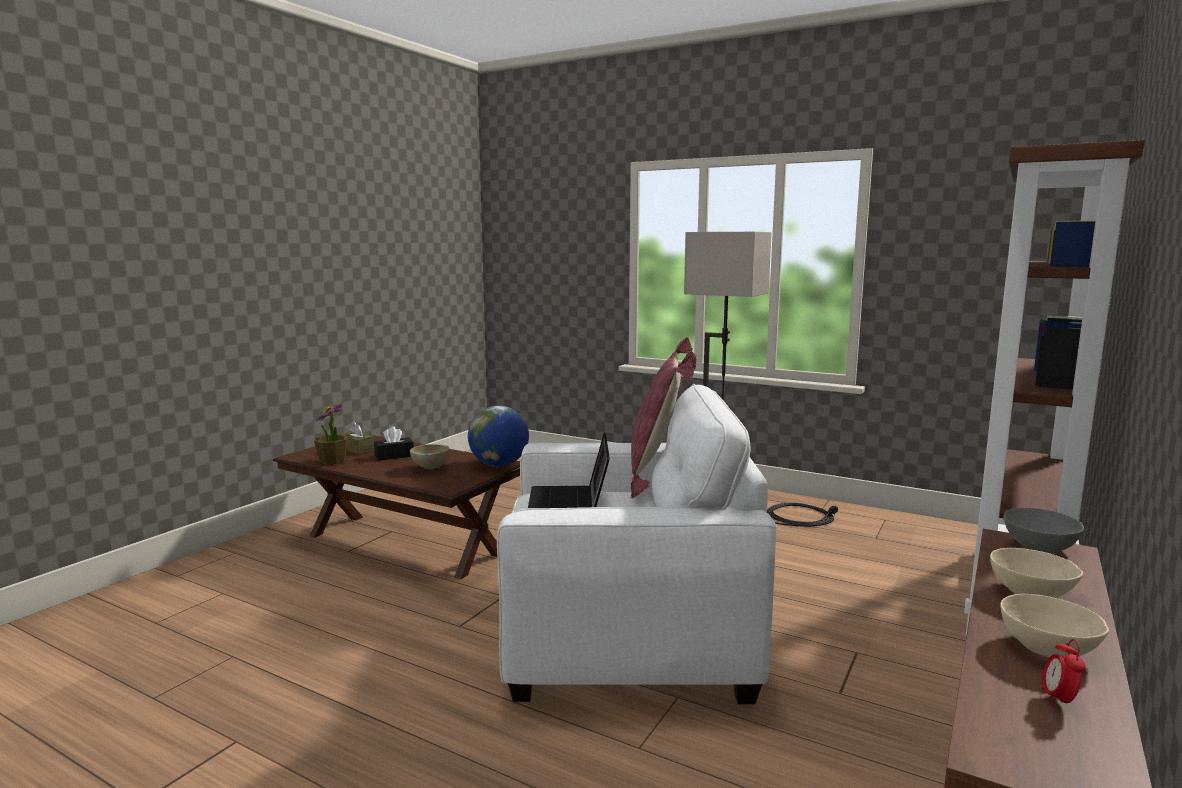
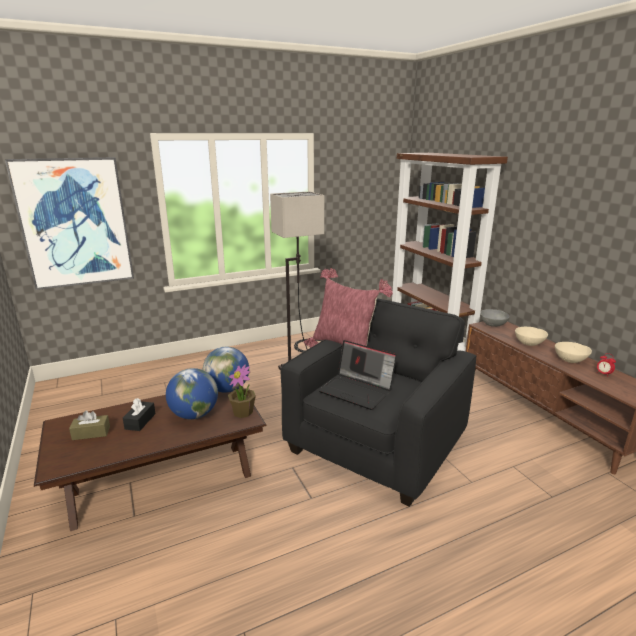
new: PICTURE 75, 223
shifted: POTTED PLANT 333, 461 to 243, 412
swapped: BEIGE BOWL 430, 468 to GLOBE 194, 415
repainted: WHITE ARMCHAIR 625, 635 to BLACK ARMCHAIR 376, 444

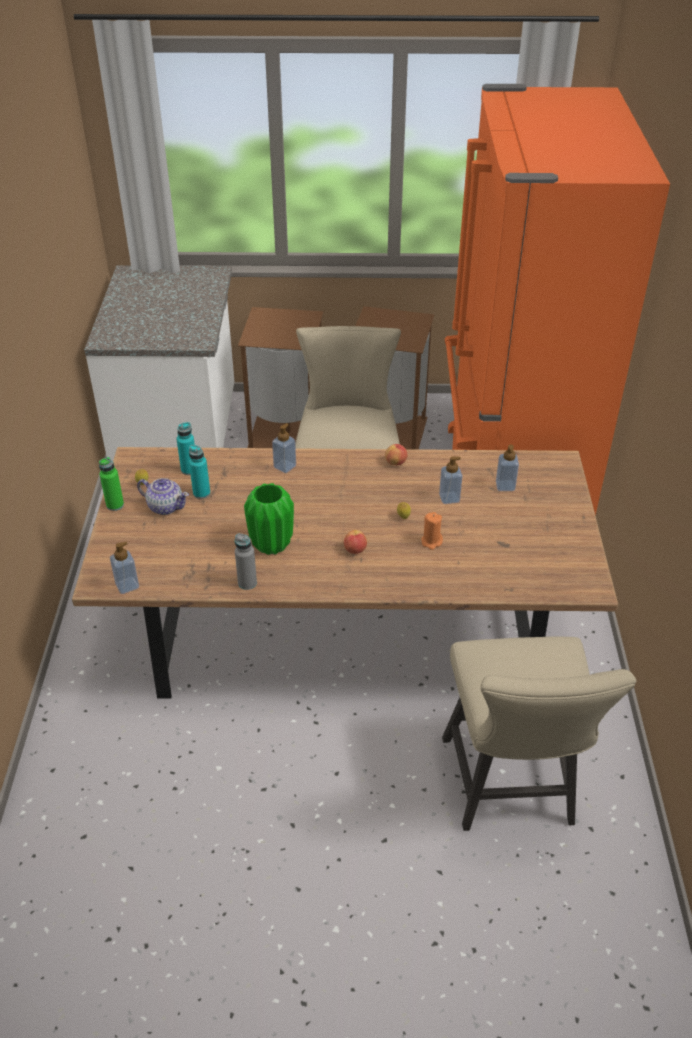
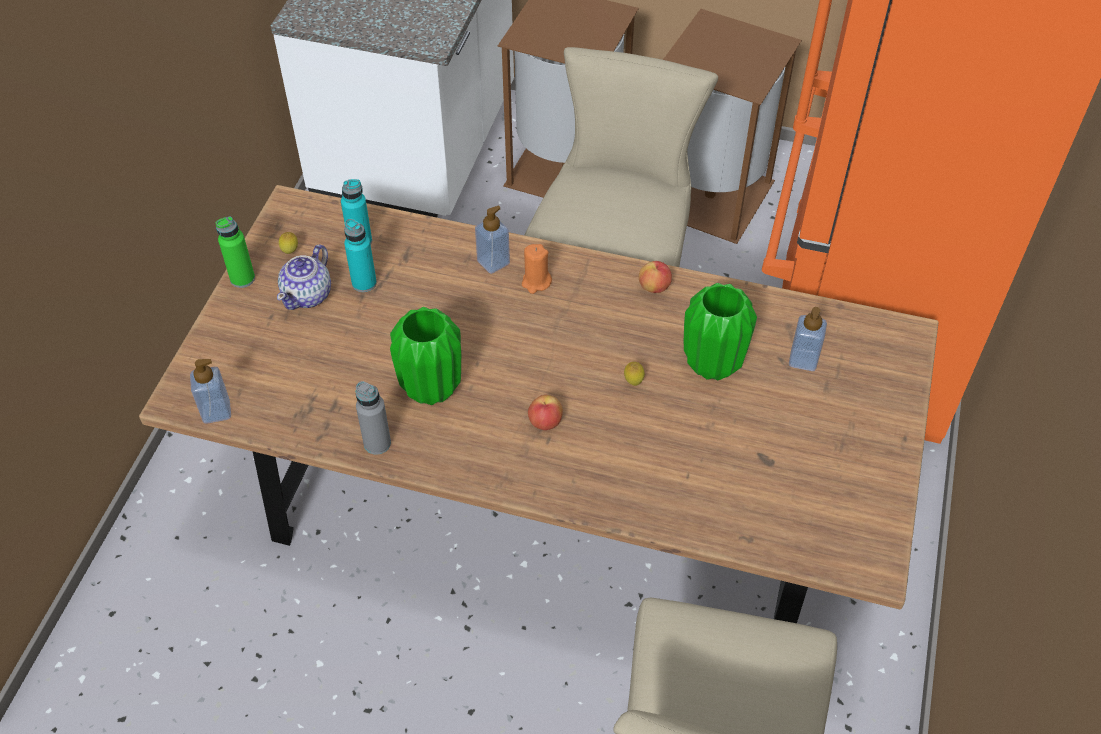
shifted: ORANGE CANDLE 431, 541 to 536, 282
swapped: SOAP DISPENSER 449, 498 to GREEN VASE 712, 363
rotated: TEAPOT 165, 506 = 308, 295 75 degrees clockwise

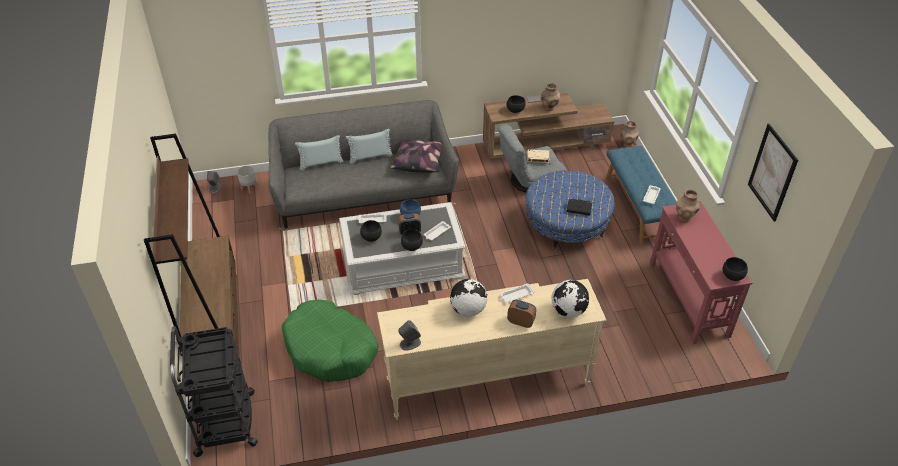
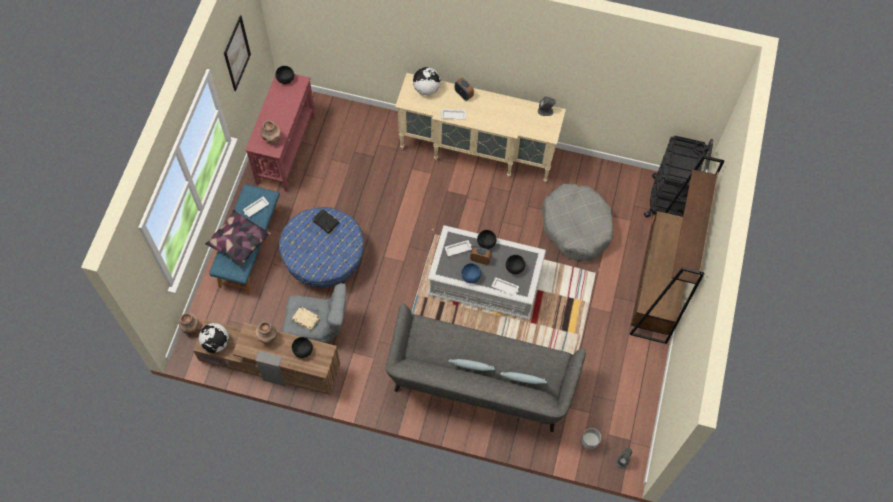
shifted: PILLOW 418, 162 to 239, 243; GLOBE 468, 309 to 216, 343
repainted: GREEN DOG BED 330, 349 to GREY DOG BED 576, 226

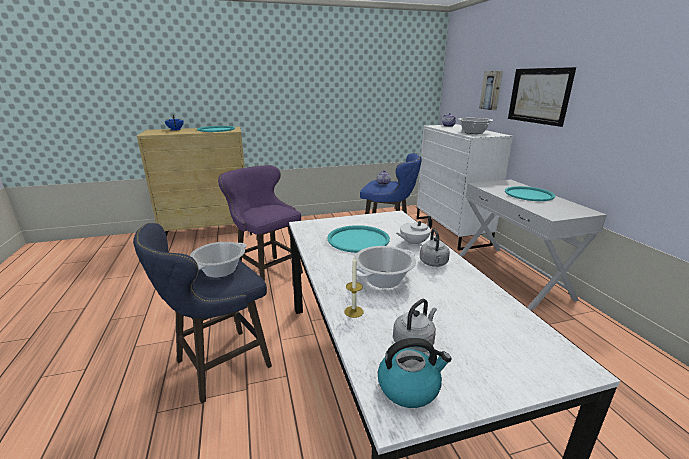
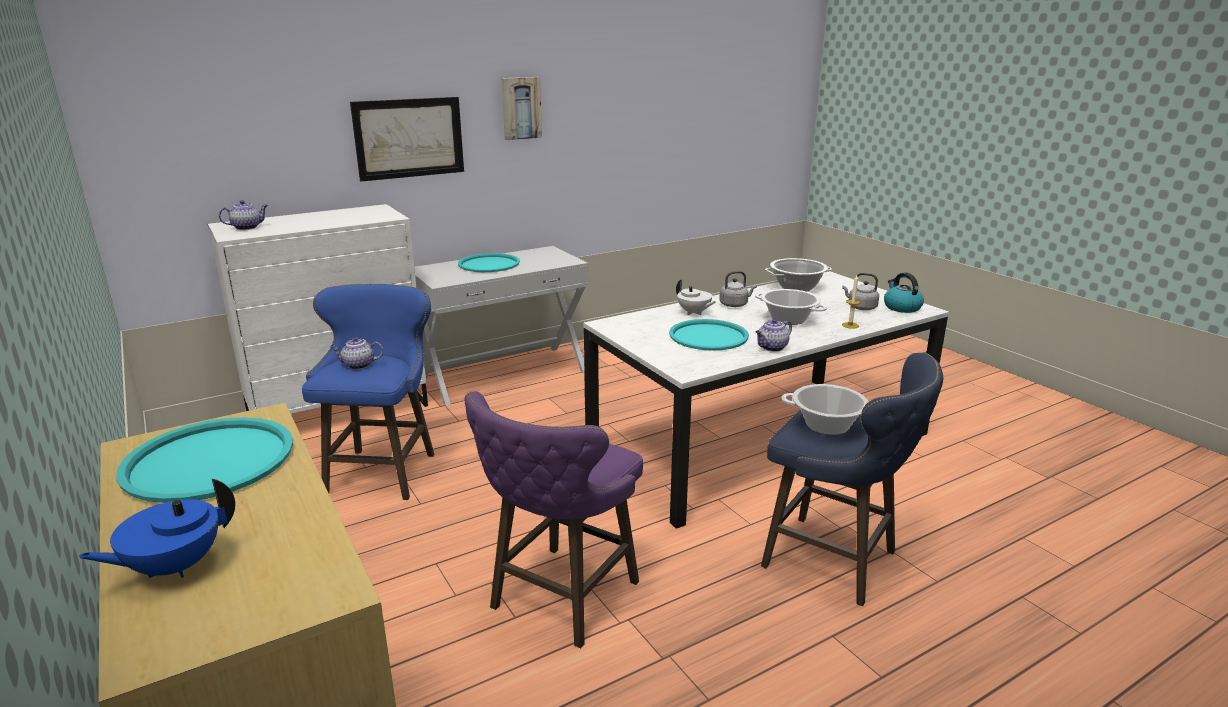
new: TEAPOT 772, 348
shifted: COOKING POT 473, 132 to 796, 287; PICTURE 491, 90 to 521, 108

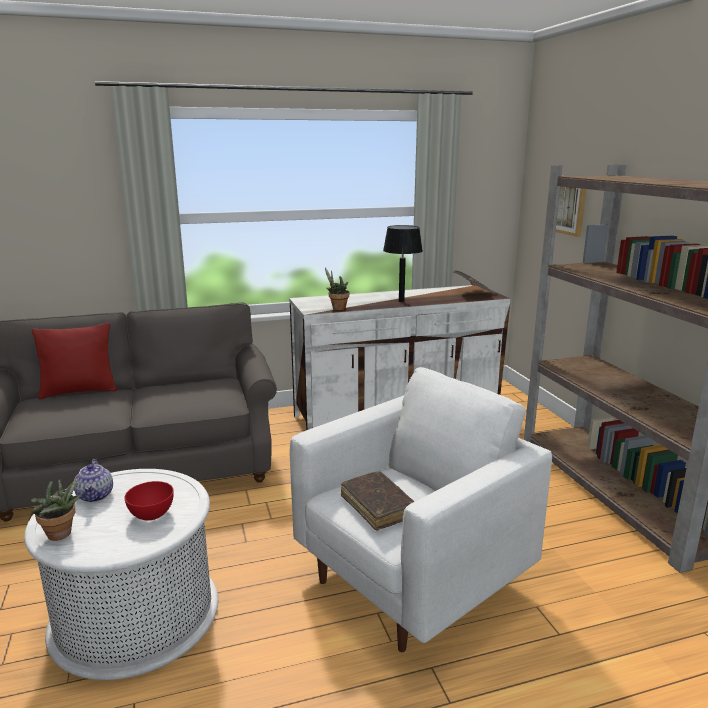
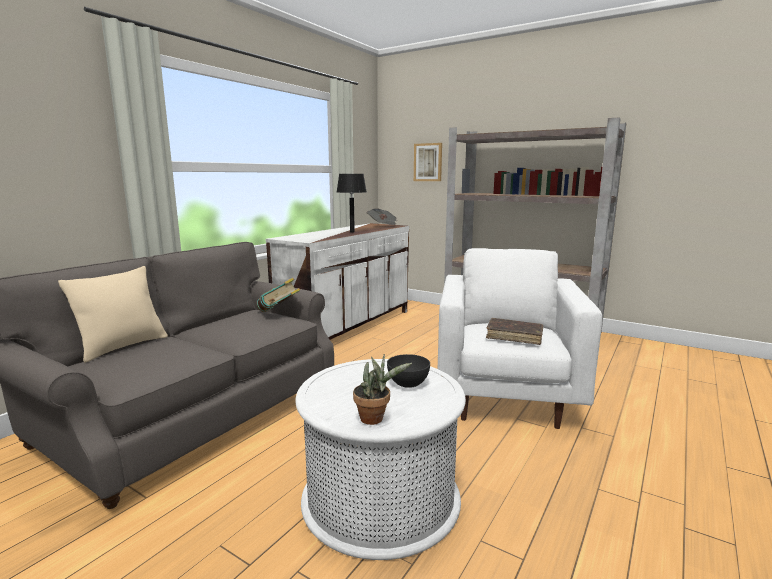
gone: TEAPOT 96, 496; POTTED PLANT 337, 308
new: BOOK 279, 313
repainted: RED PILLOW 79, 391 to BEIGE PILLOW 123, 347; RED BOWL 152, 515 to GREY BOWL 408, 384

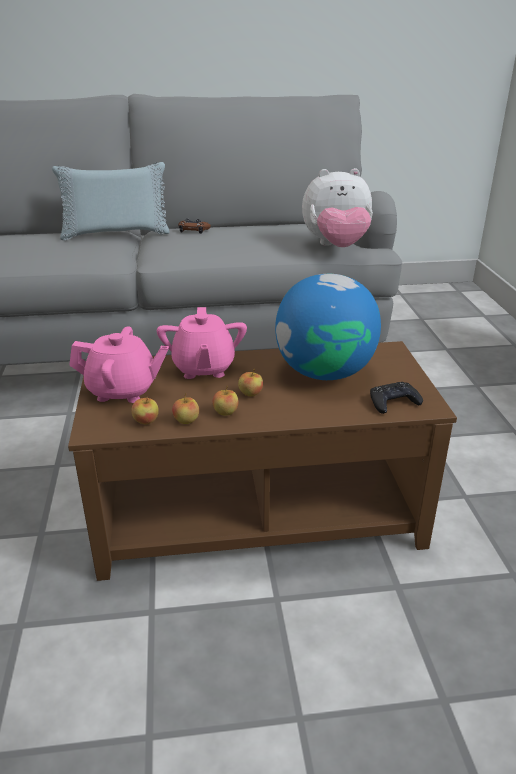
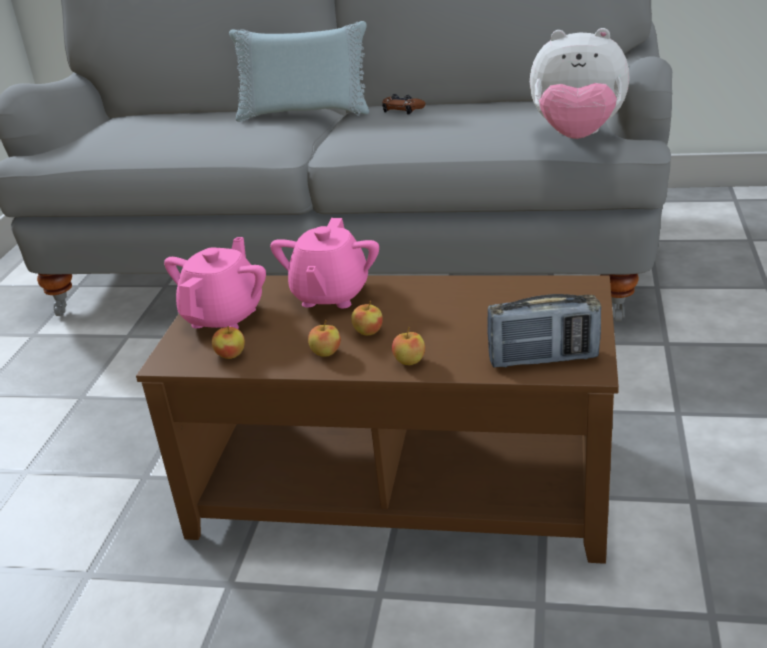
gone: GLOBE 325, 372
shifted: APPLE 186, 421 to 409, 361
swapped: BLACK GAME CONTROLLER 393, 402 to RADIO 543, 359
rotated: PINK TEAPOT 123, 391 = 224, 316 90 degrees counterclockwise

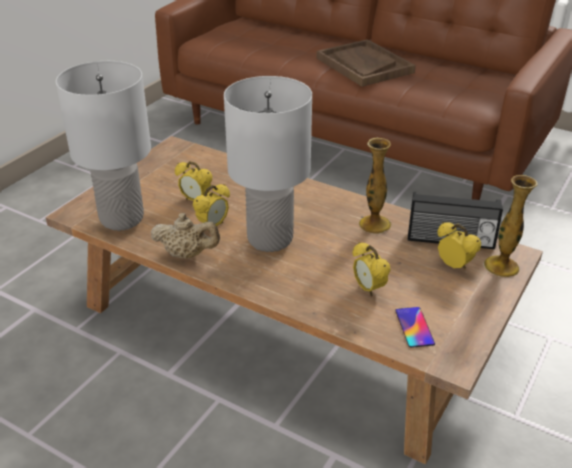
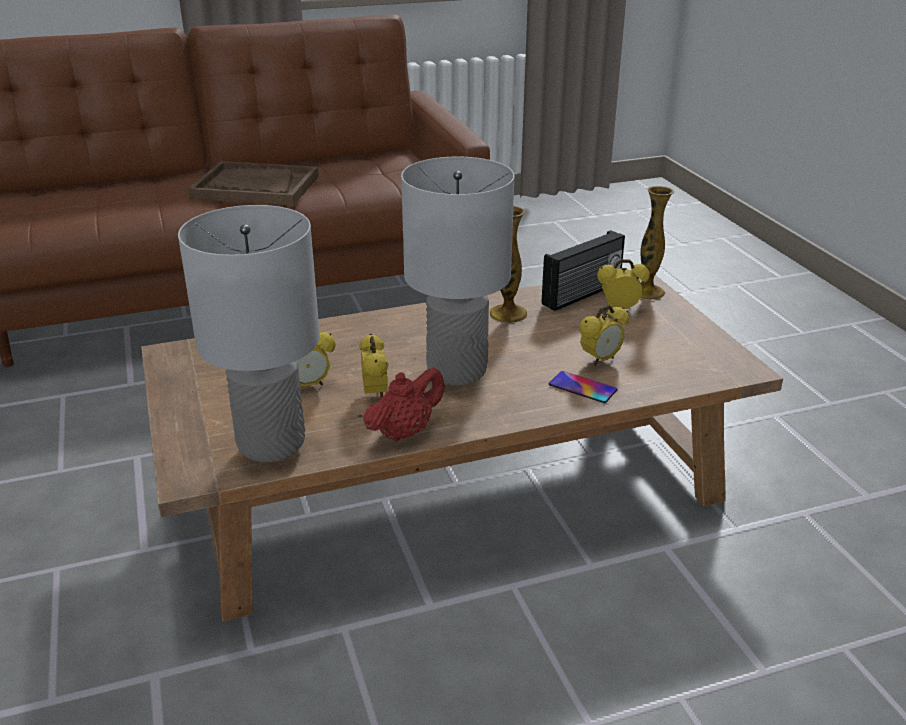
shifted: PHONE 414, 327 to 582, 387
repainted: BEIGE TEAPOT 187, 254 to RED TEAPOT 405, 432
rotated: ALARM CLOCK 368, 289 = 600, 360 45 degrees counterclockwise

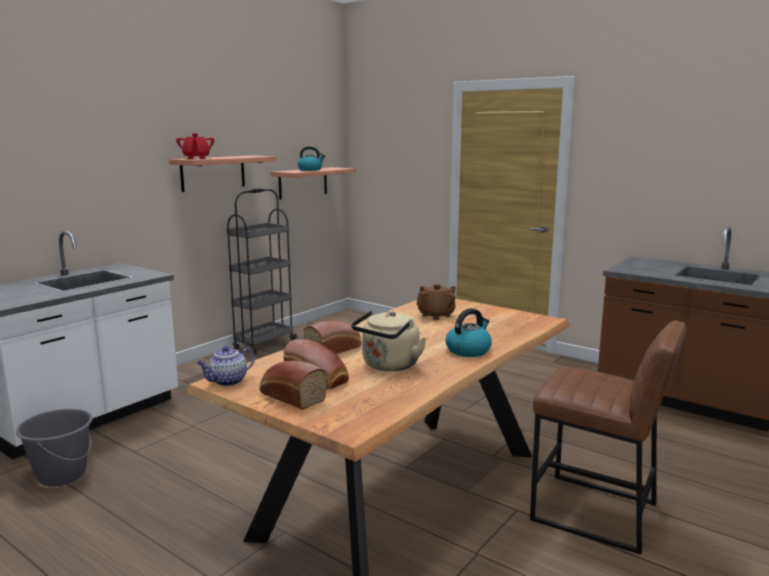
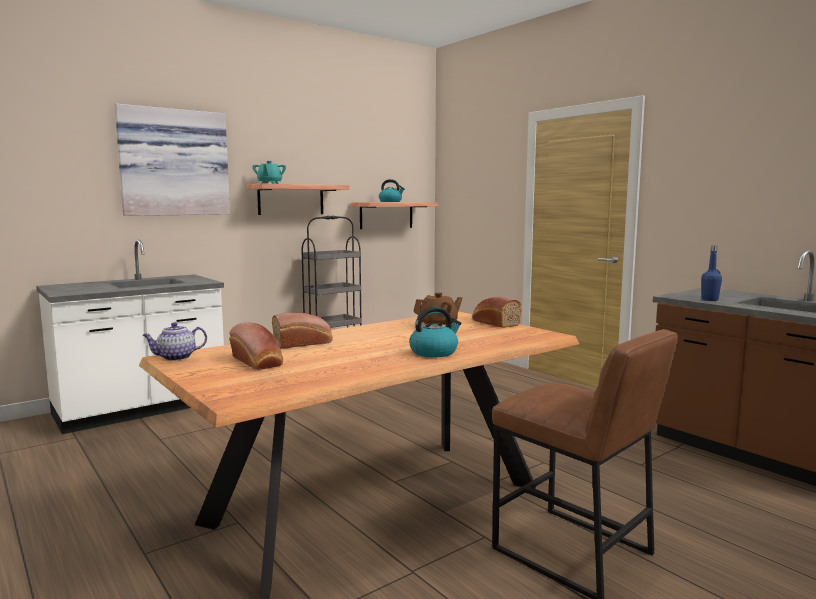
gone: GREY BUCKET 61, 475; BEIGE KETTLE 388, 366
new: PICTURE 174, 163; BLUE BOTTLE 709, 300
shifted: BREAD 290, 396 to 494, 323
repainted: RED TEAPOT 196, 158 to TURQUOISE TEAPOT 269, 183

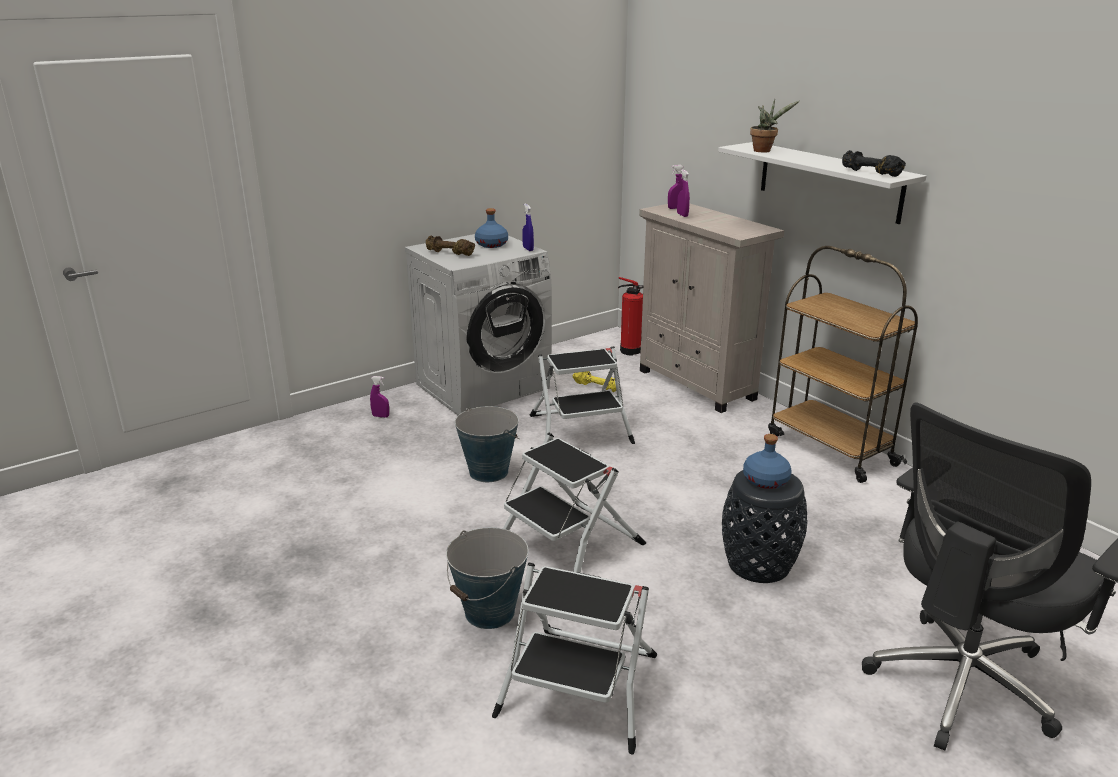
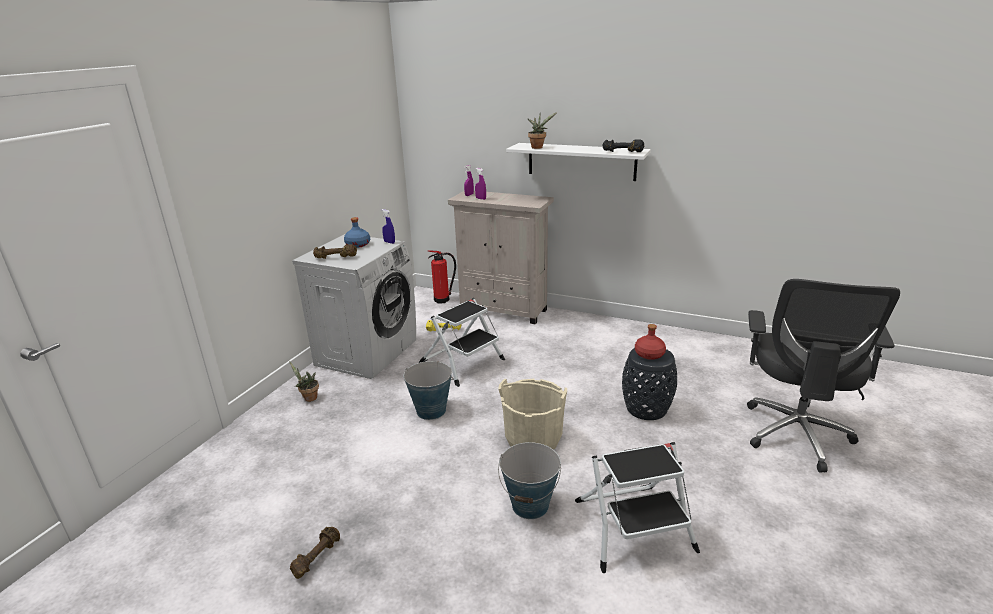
gone: BROWN CART 830, 449
new: BROWN DUMBBELL 316, 558
swapped: PURPLE SPRAY BOTTLE 380, 416 to POTTED PLANT 308, 398; STEP LADDER 571, 544 to BEIGE BUCKET 533, 438
repainted: BLUE BOTTLE 766, 481 to RED BOTTLE 649, 354

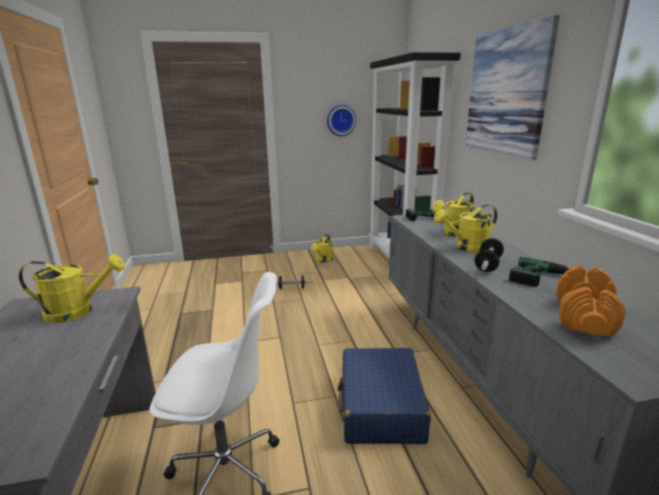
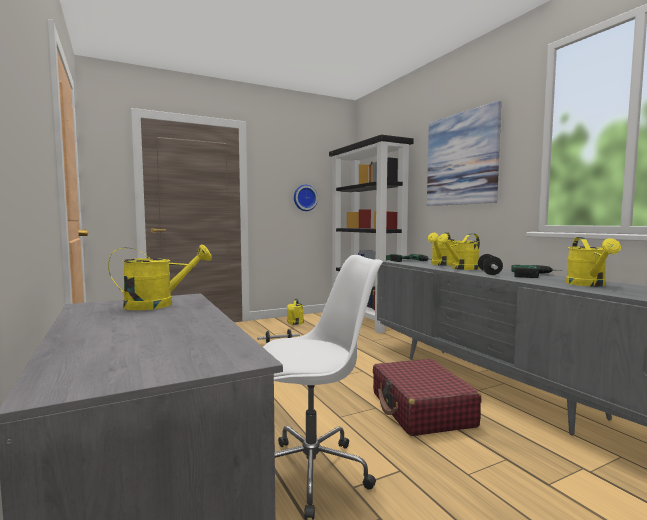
swapped: ORANGE DUMBBELL 584, 318 to YELLOW WATERING CAN 589, 285
repainted: BLUE SUITCASE 380, 406 to RED SUITCASE 421, 409

